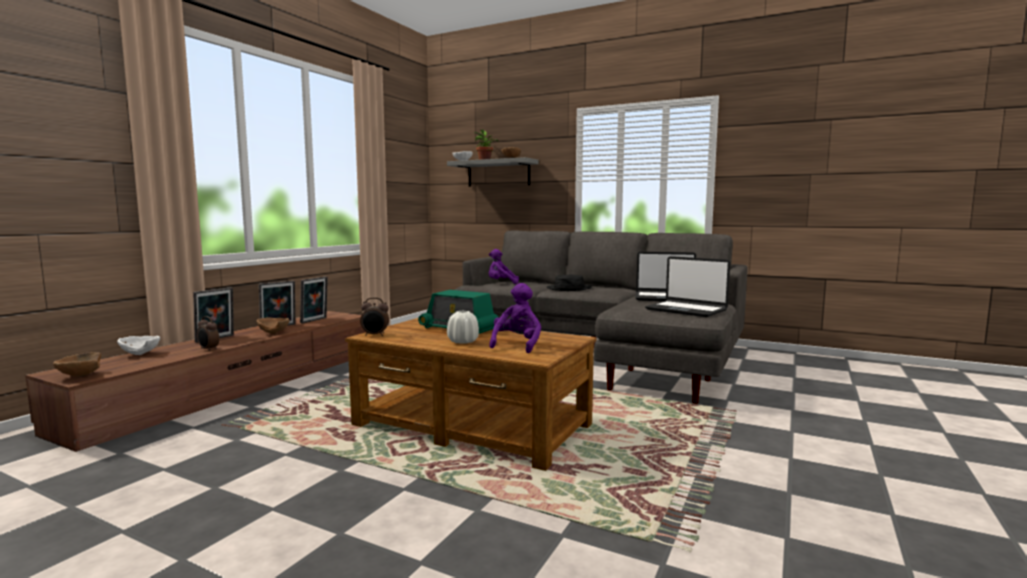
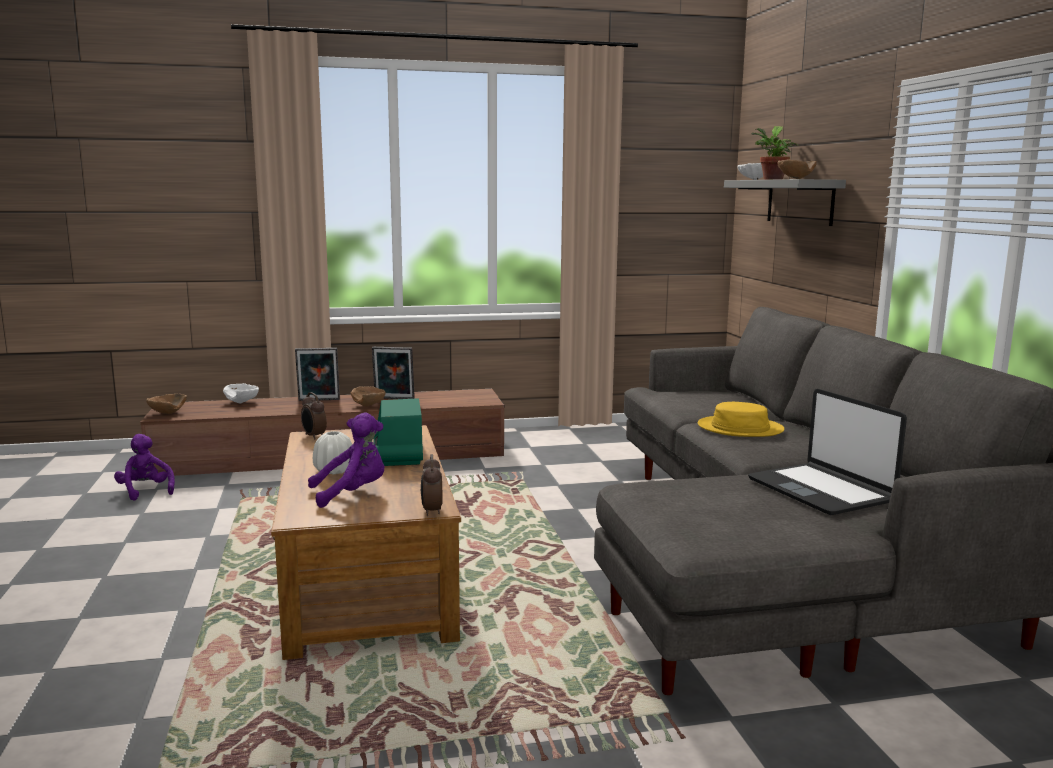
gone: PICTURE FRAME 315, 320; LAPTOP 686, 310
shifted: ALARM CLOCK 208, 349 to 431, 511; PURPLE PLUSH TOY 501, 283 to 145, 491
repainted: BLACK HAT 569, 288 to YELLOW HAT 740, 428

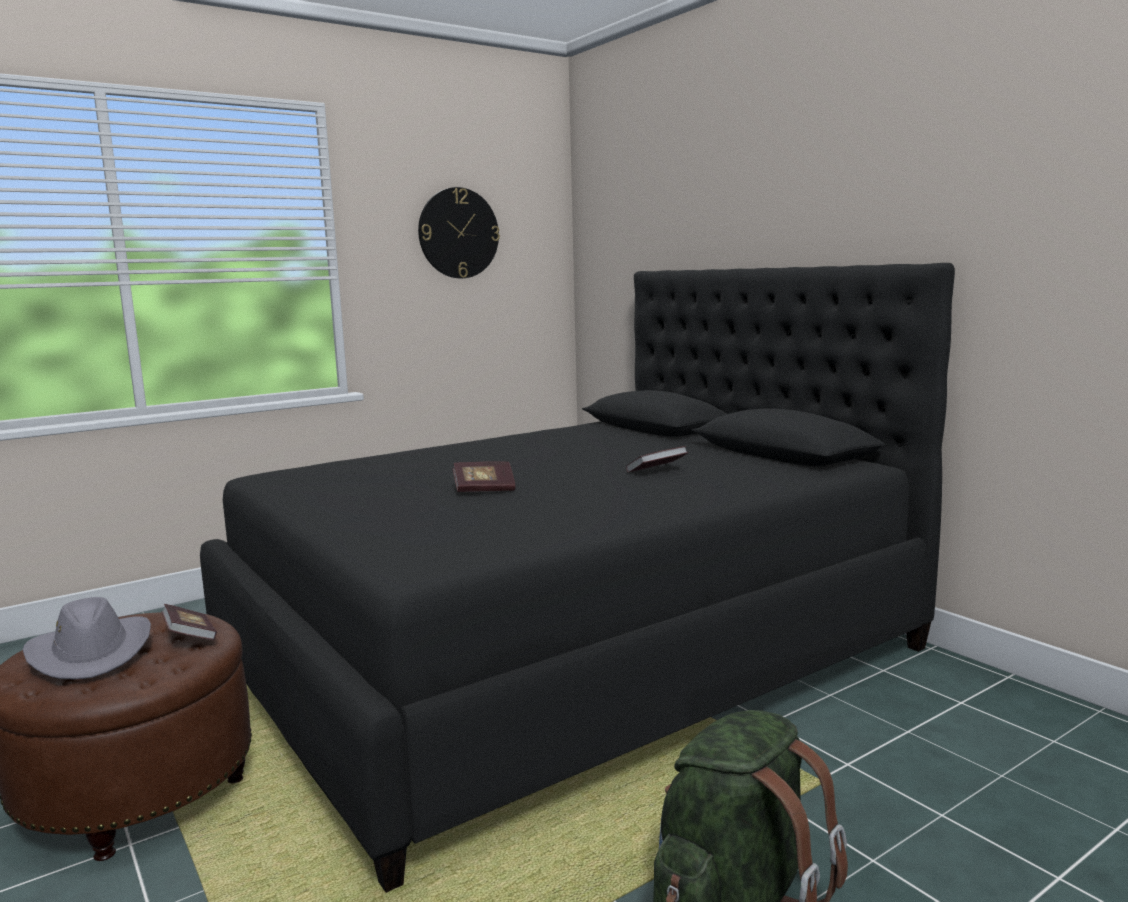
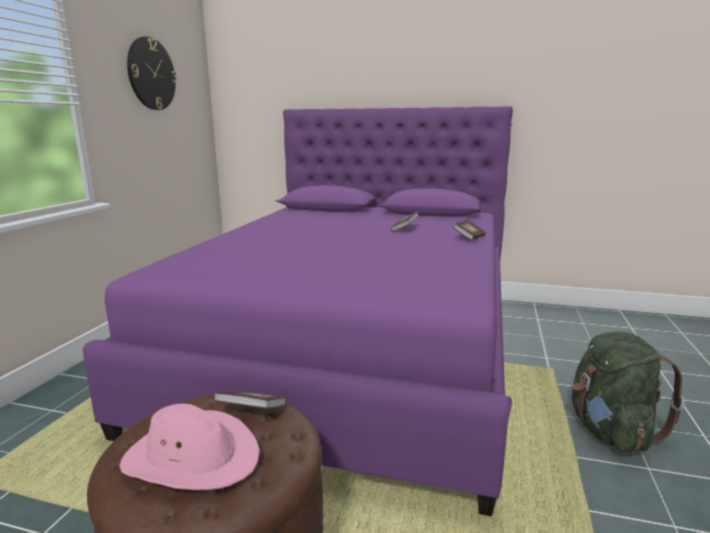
shifted: BOOK 484, 489 to 469, 238
repainted: GREY HAT 92, 653 to PINK HAT 193, 457; BLACK BED 567, 651 to PURPLE BED 353, 351

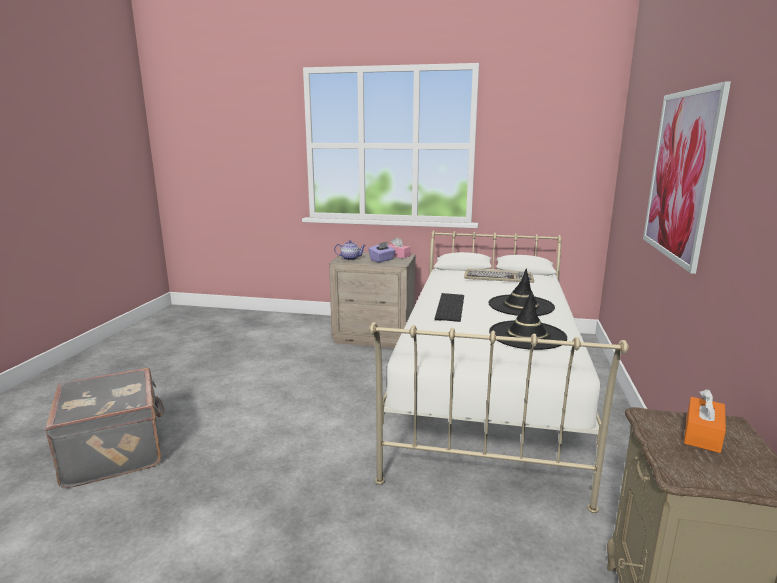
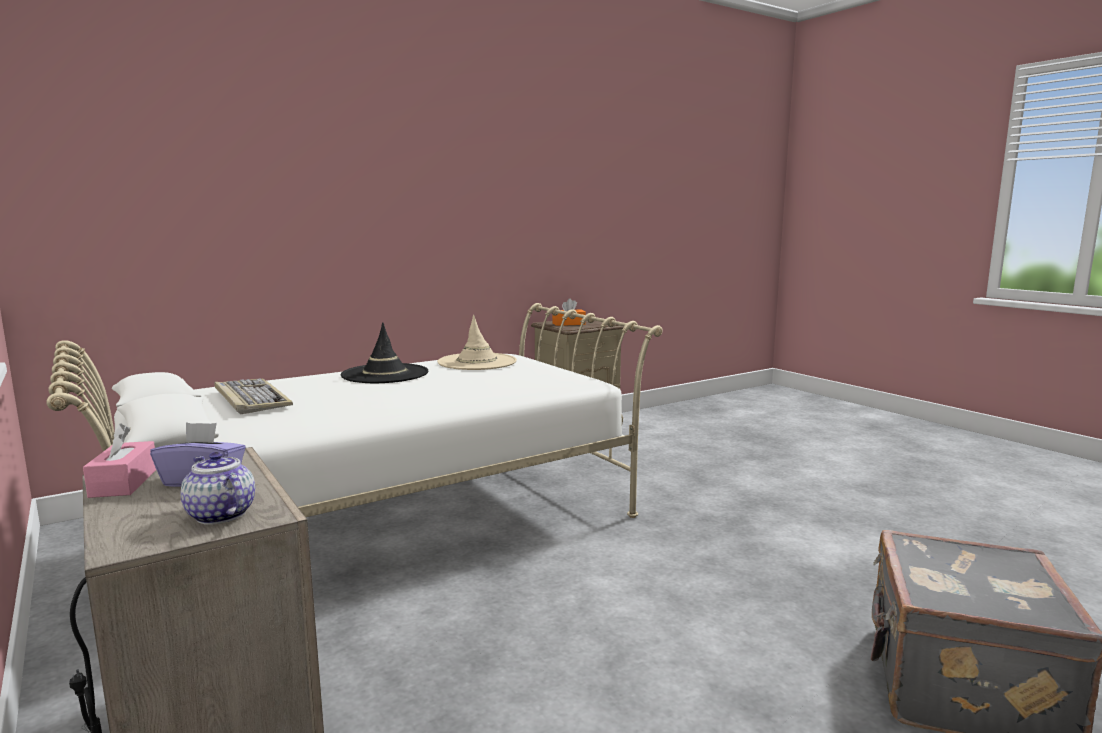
gone: KEYBOARD 448, 306; PICTURE 680, 175
repainted: BLACK HAT 527, 335 to BEIGE HAT 477, 362

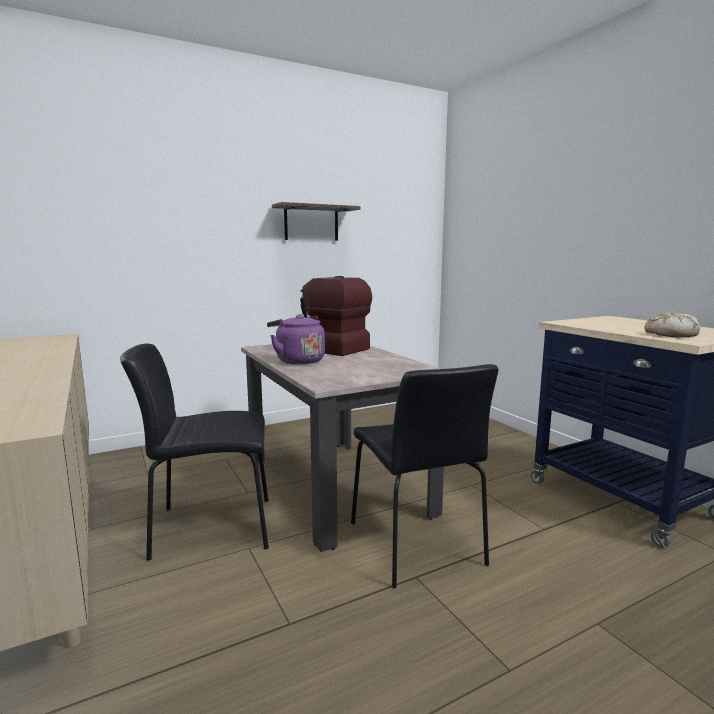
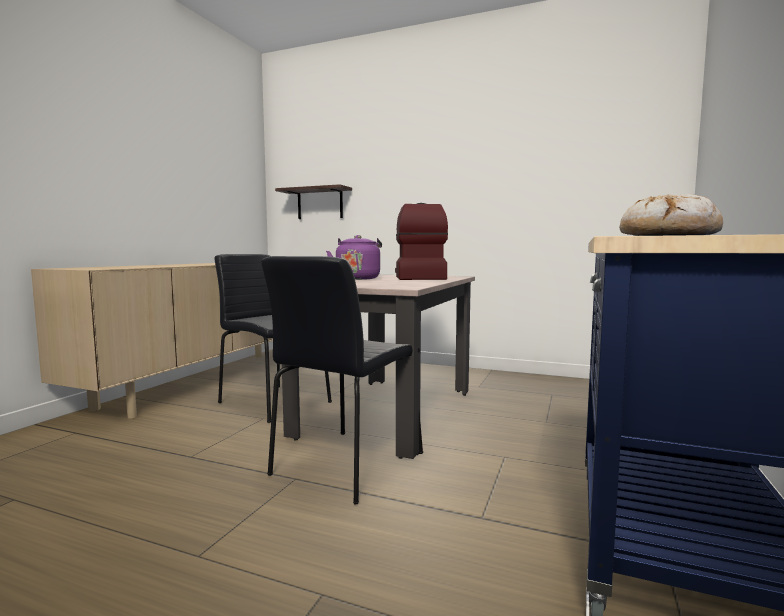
shifted: SHELF 311, 223 to 320, 204

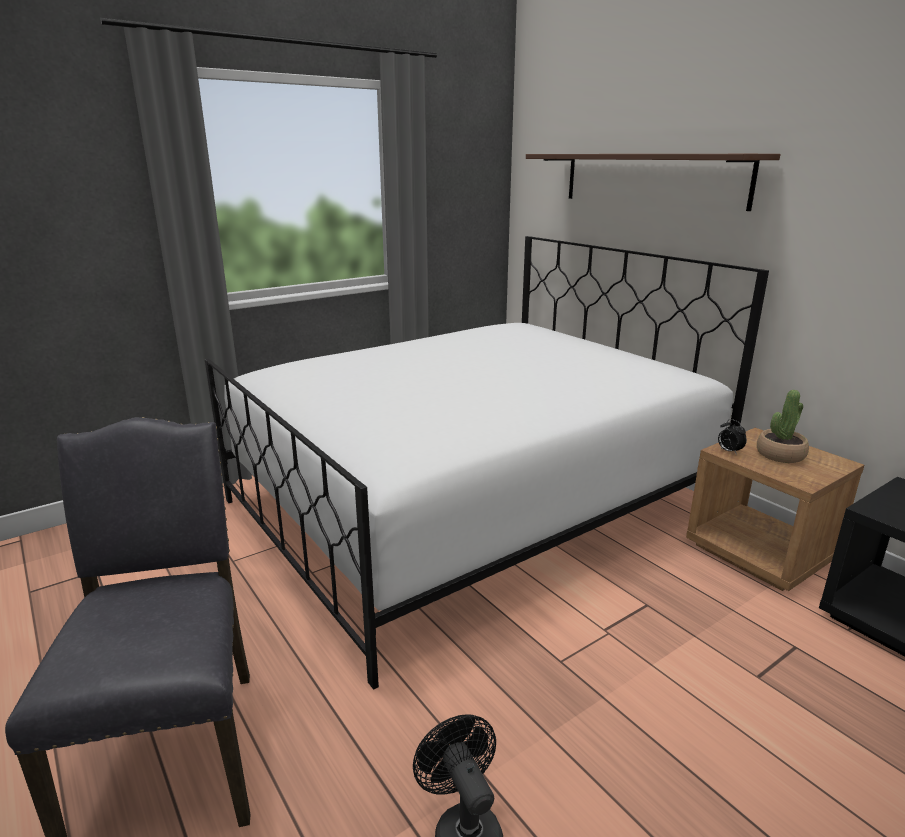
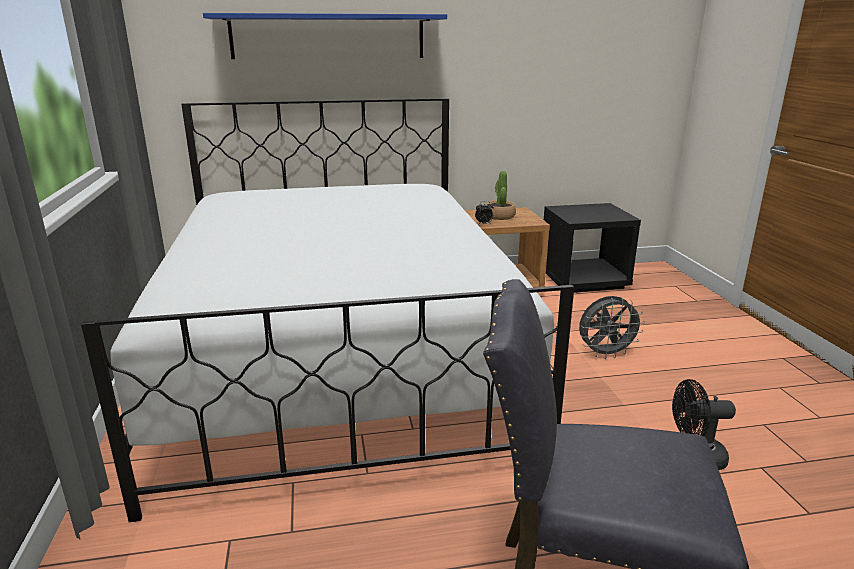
new: GREY FAN 605, 354
repainted: BROWN SHELF 651, 179 to BLUE SHELF 328, 37

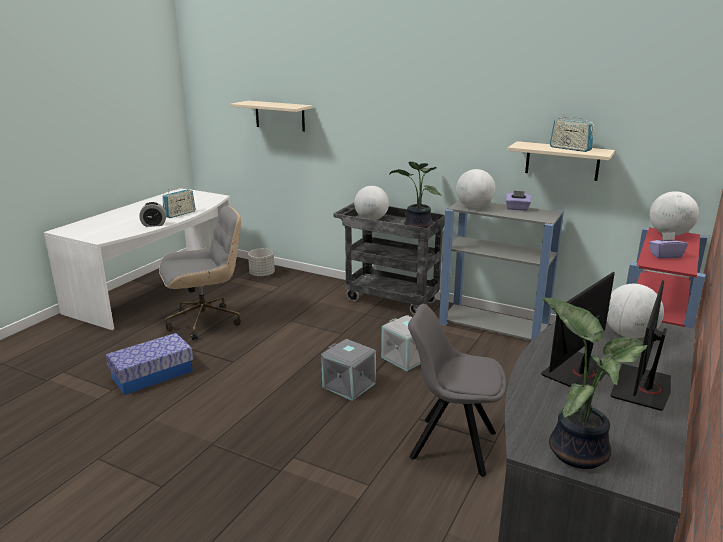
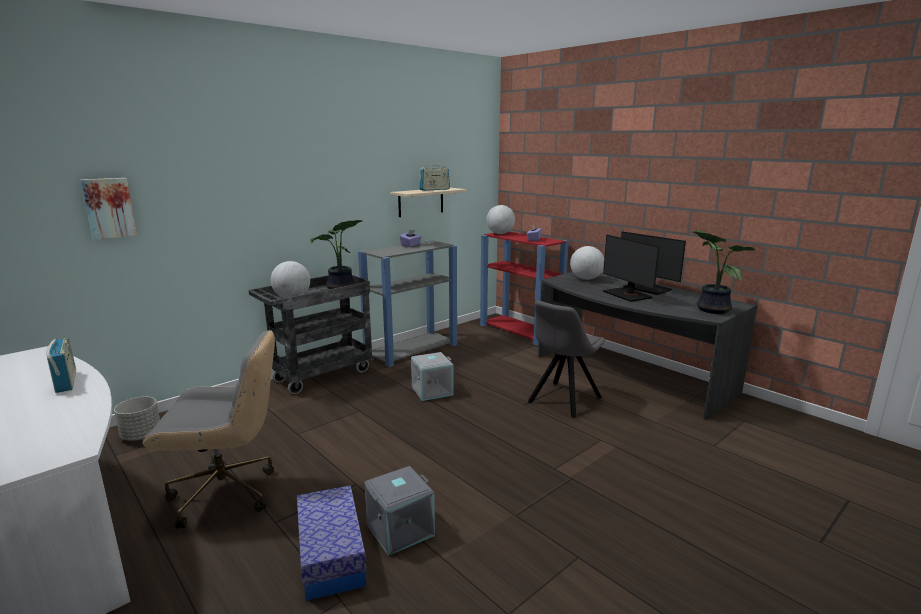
gone: ALARM CLOCK 154, 225; GLOBE 474, 207
shifted: GREY STORAGE BOX 350, 385 to 400, 529
swapped: BEIGE SHELF 280, 116 to PICTURE 109, 208
rotated: GREY OFFICE CHAIR 207, 322 = 227, 495 90 degrees clockwise

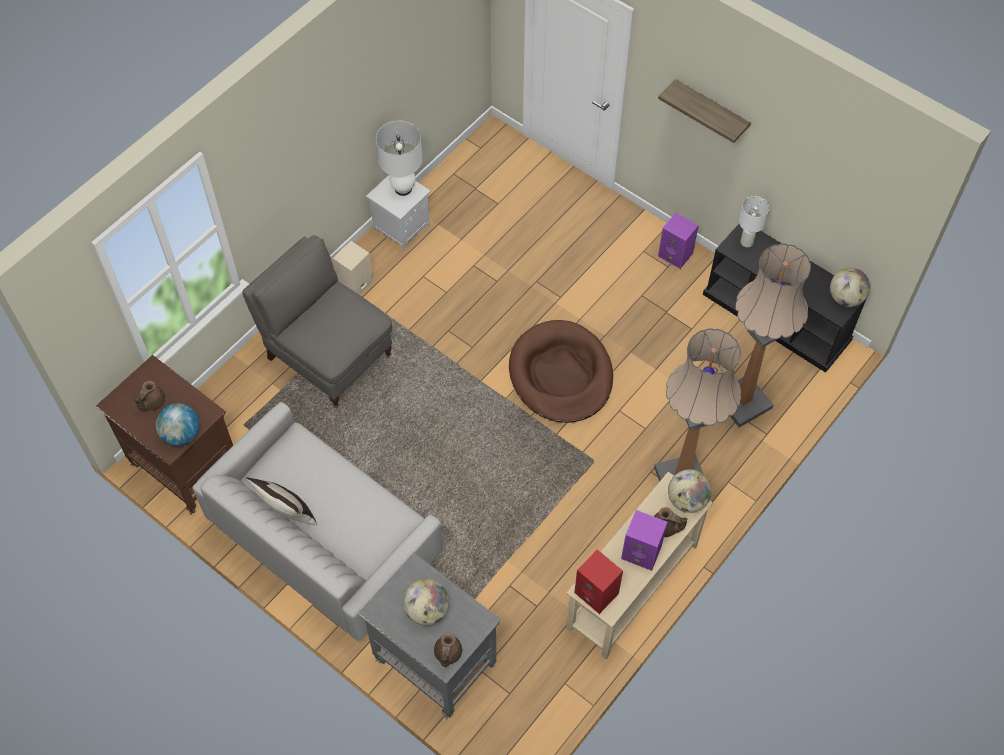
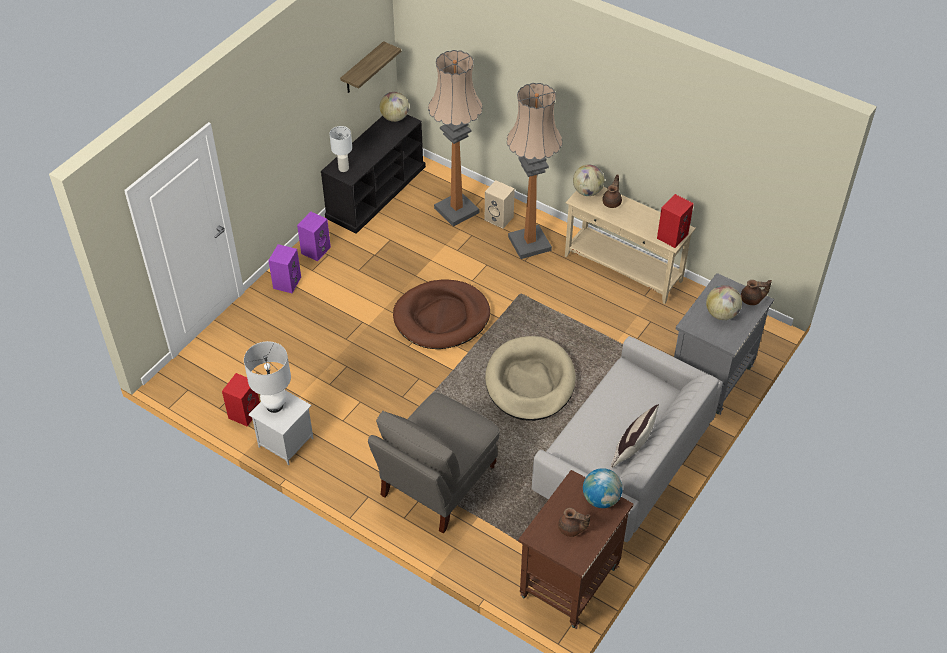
new: RED SPEAKER 244, 412; BEIGE DOG BED 530, 382
shifted: BEIGE SPEAKER 355, 284 to 500, 218; PURPLE SPEAKER 642, 552 to 287, 282; SHELF 710, 111 to 362, 69

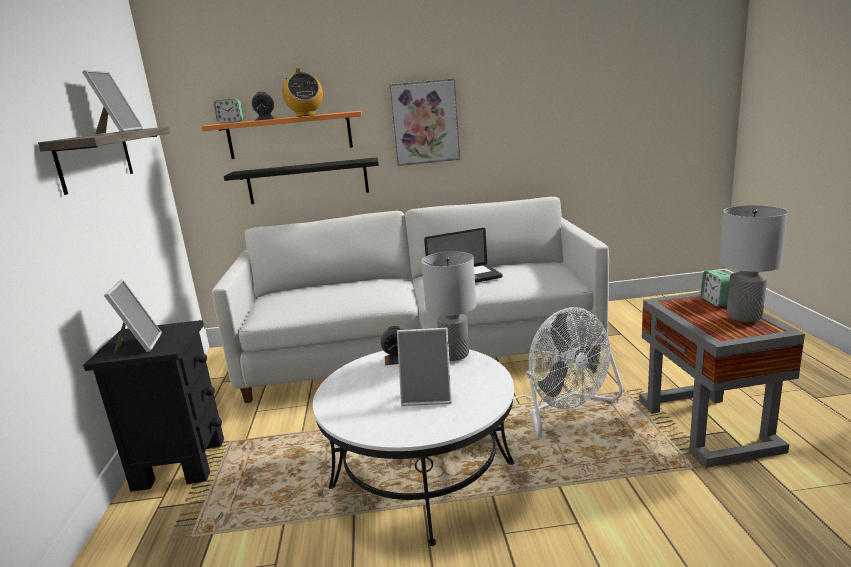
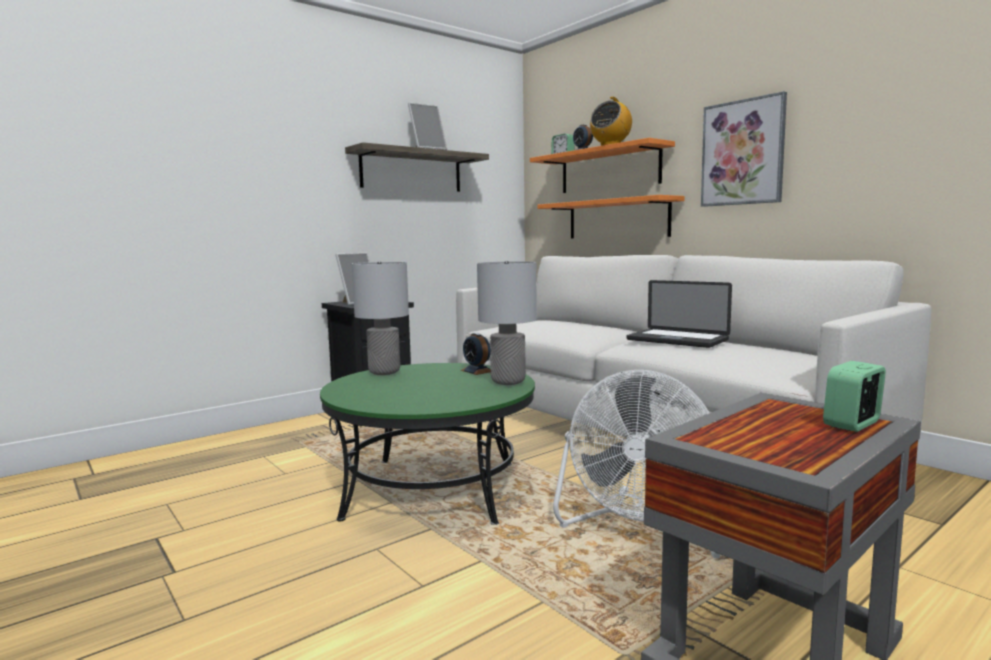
gone: PICTURE FRAME 428, 396
shifted: GREY TABLE LAMP 744, 319 to 385, 373
repainted: BLACK SHELF 308, 181 to ORANGE SHELF 617, 219; WHITE COFFEE TABLE 422, 475 to GREEN COFFEE TABLE 433, 489

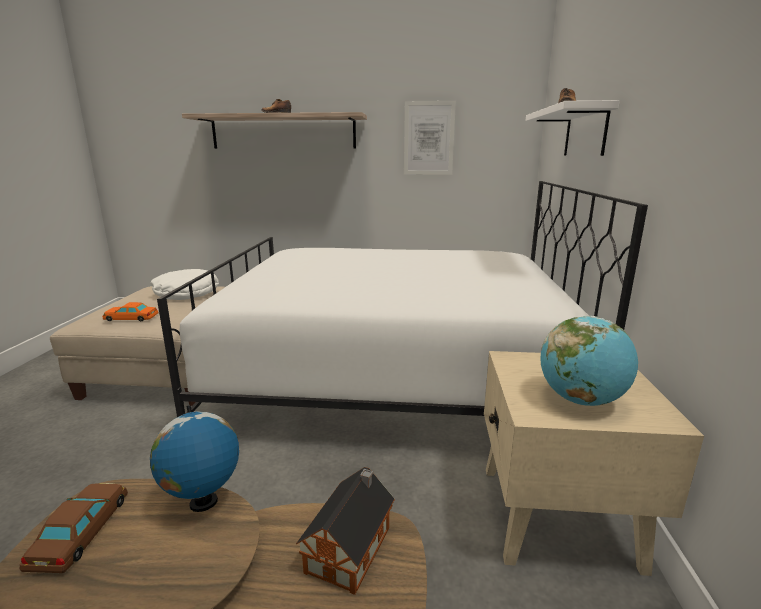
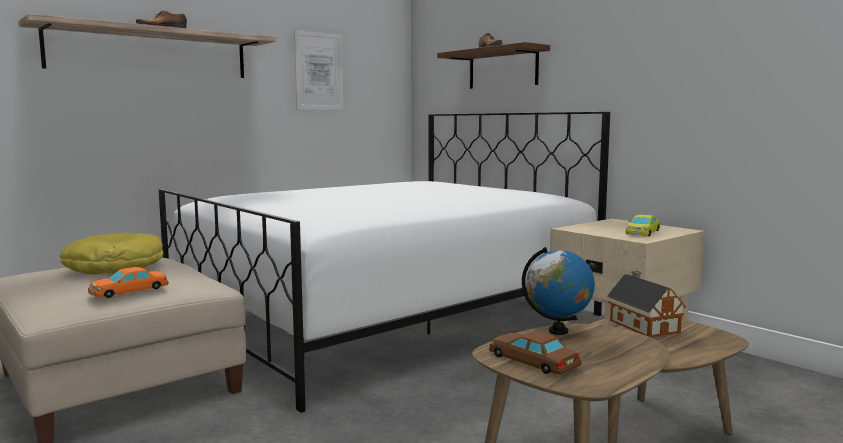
swapped: GLOBE 581, 400 to YELLOW TOY CAR 642, 232
repainted: WHITE PILLOW 187, 294 to YELLOW PILLOW 116, 268; WHITE SHELF 585, 132 to BROWN SHELF 503, 68

